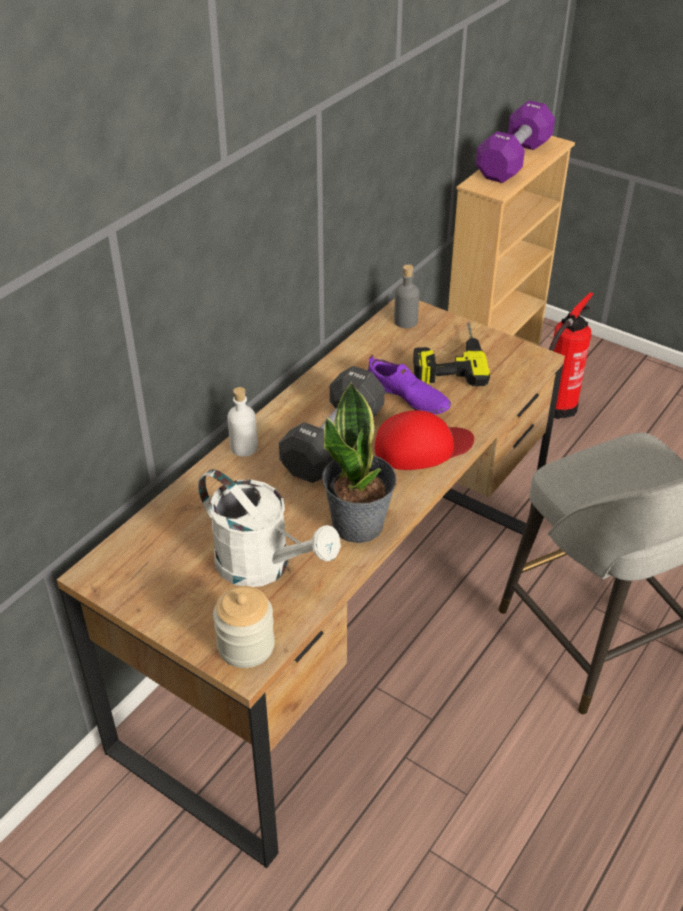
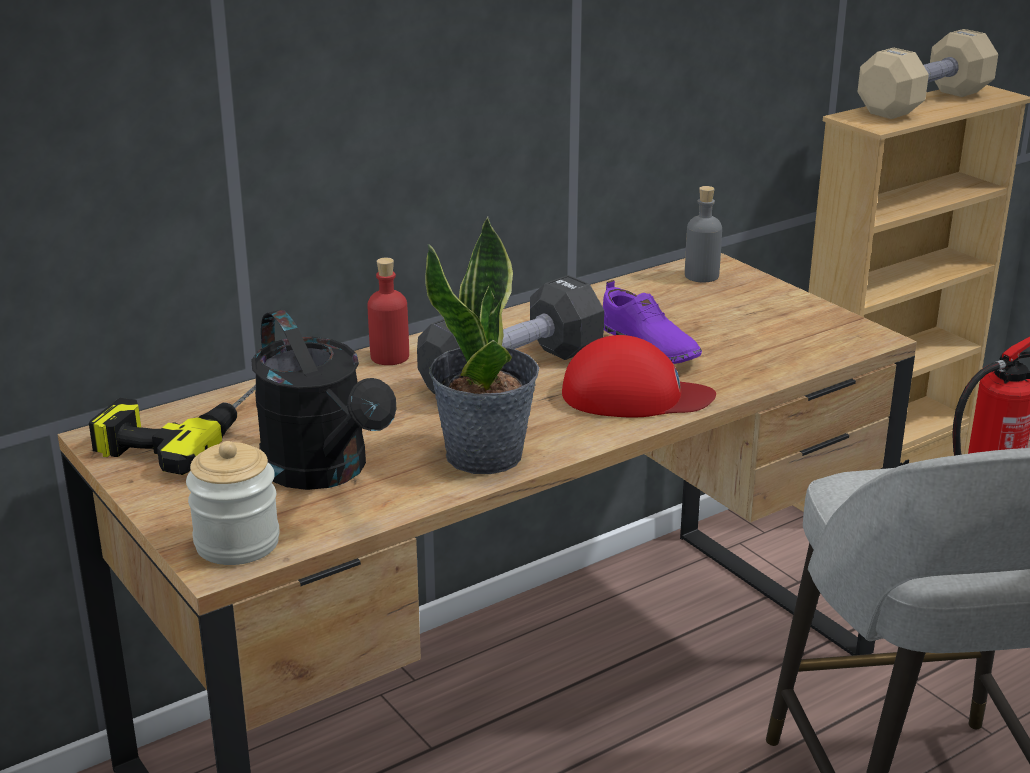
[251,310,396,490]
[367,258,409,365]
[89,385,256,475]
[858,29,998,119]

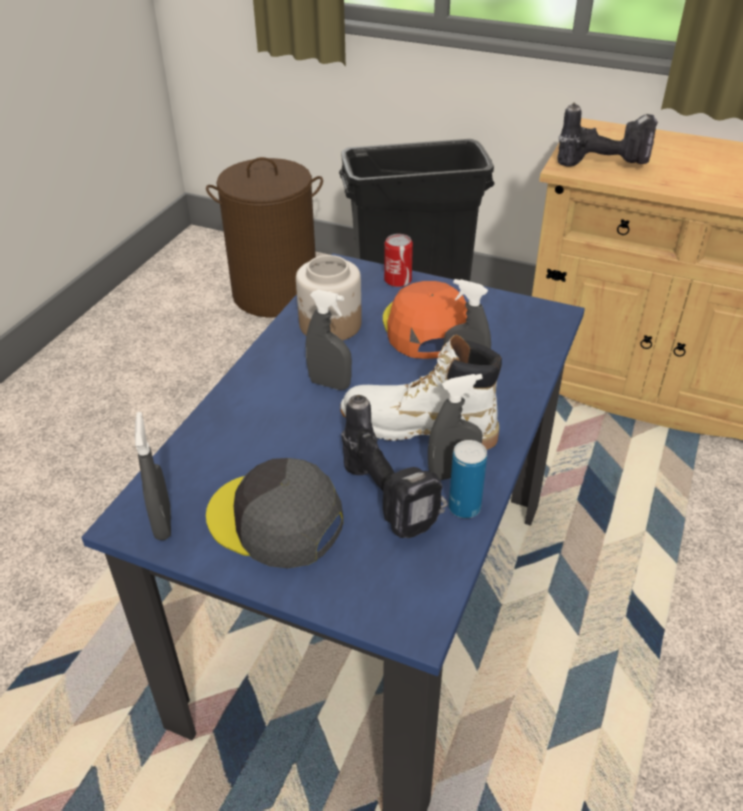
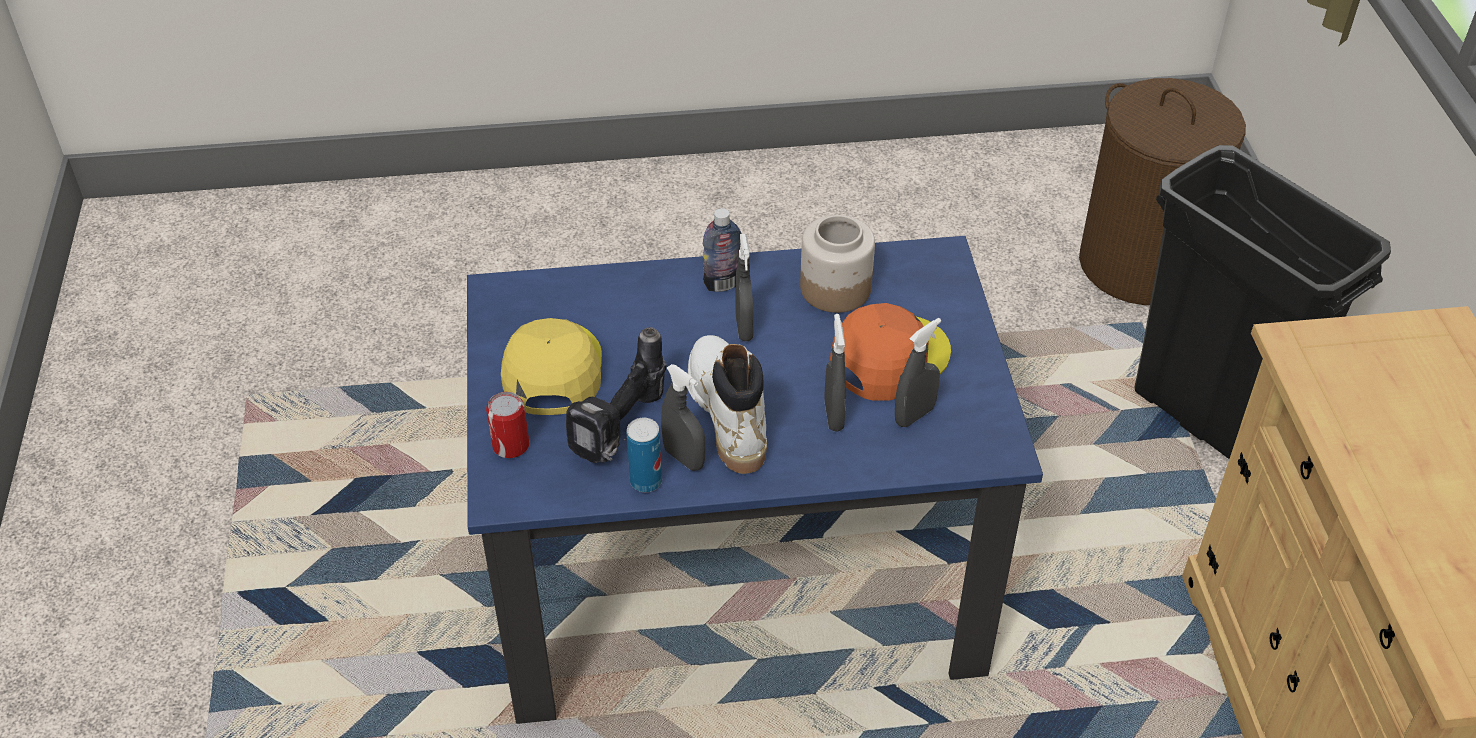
[895,318,941,427]
[501,318,602,415]
[486,392,529,458]
[557,103,658,167] (first image)
[703,208,742,292]

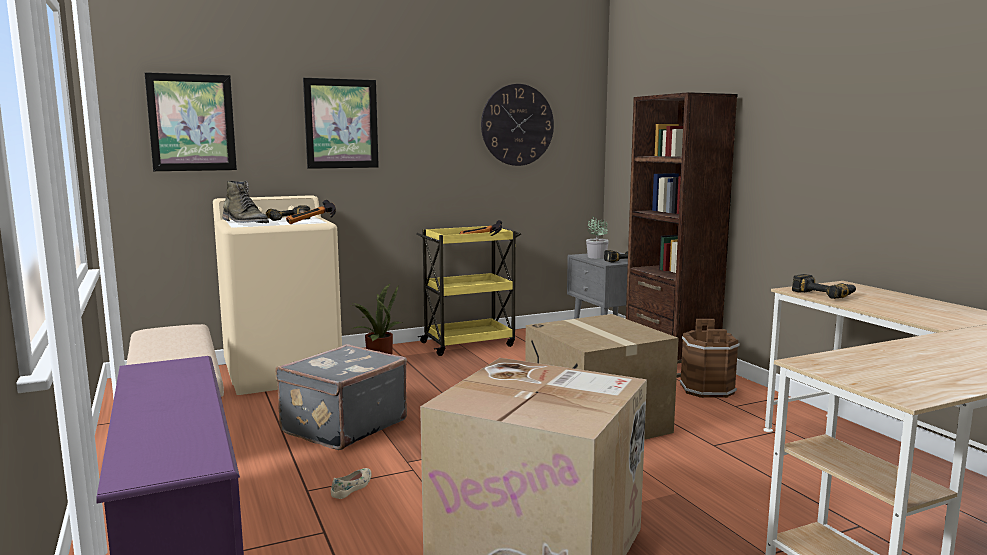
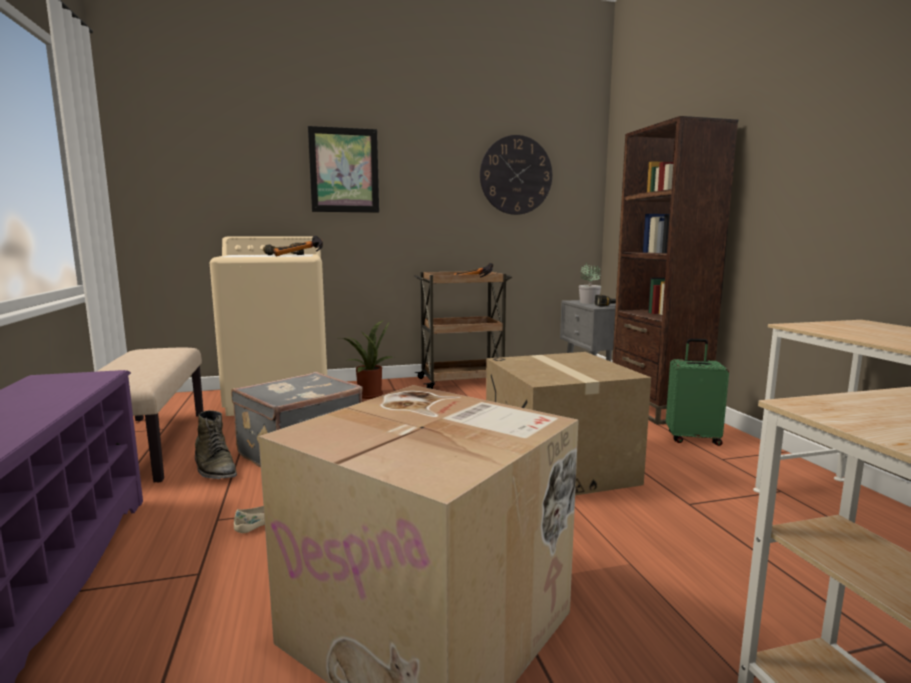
[145,72,237,171] (first image)
[195,410,237,479]
[414,271,512,389]
[666,339,729,446]
[792,274,856,299] (first image)

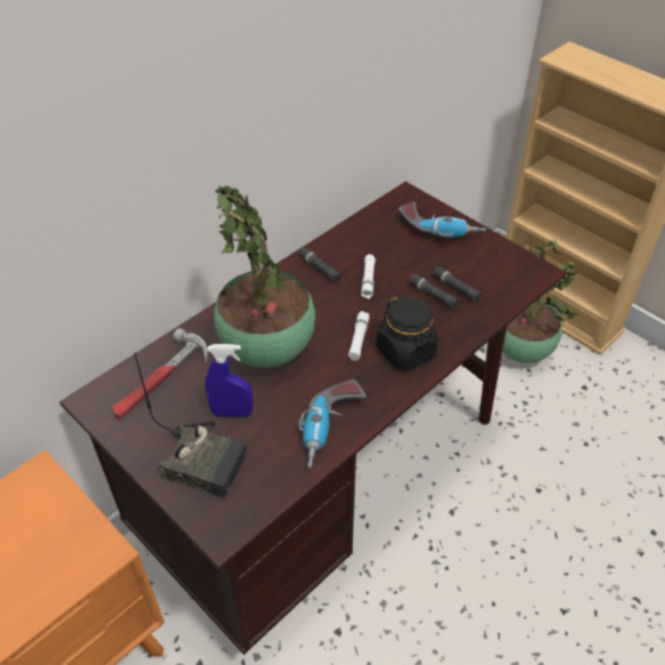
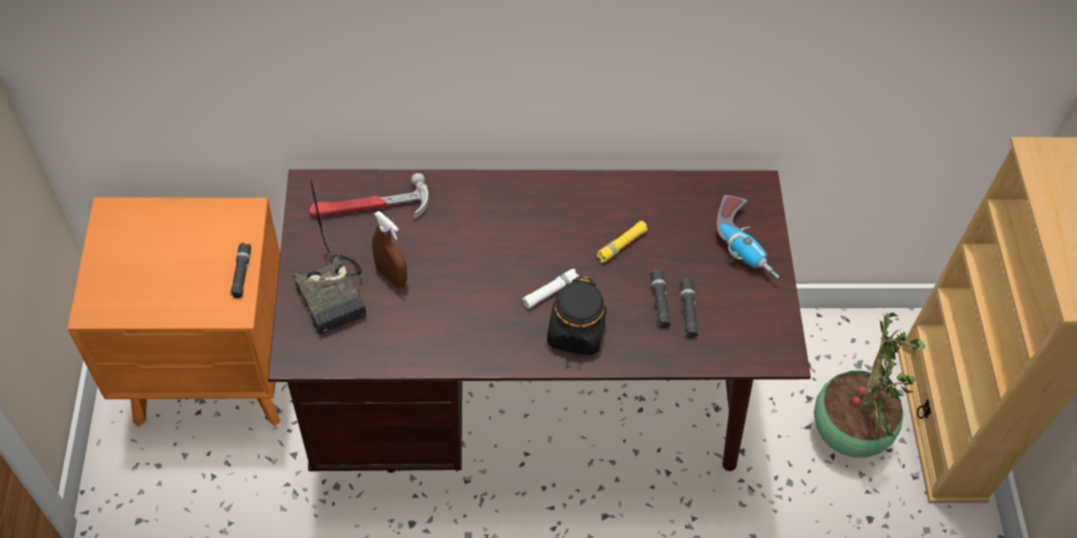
[372,211,407,287]
[214,186,316,368] (first image)
[298,380,366,468] (first image)
[230,242,251,298]
[596,221,648,263]

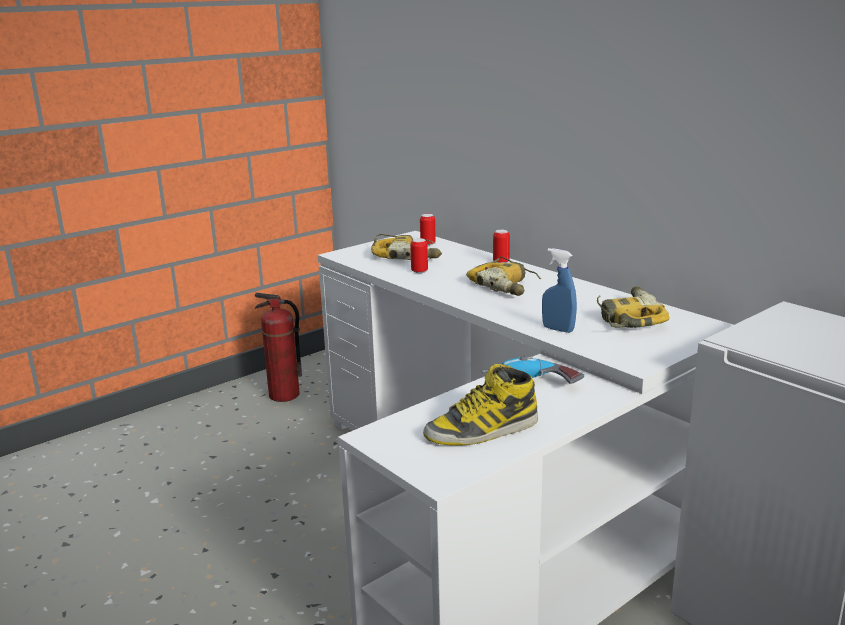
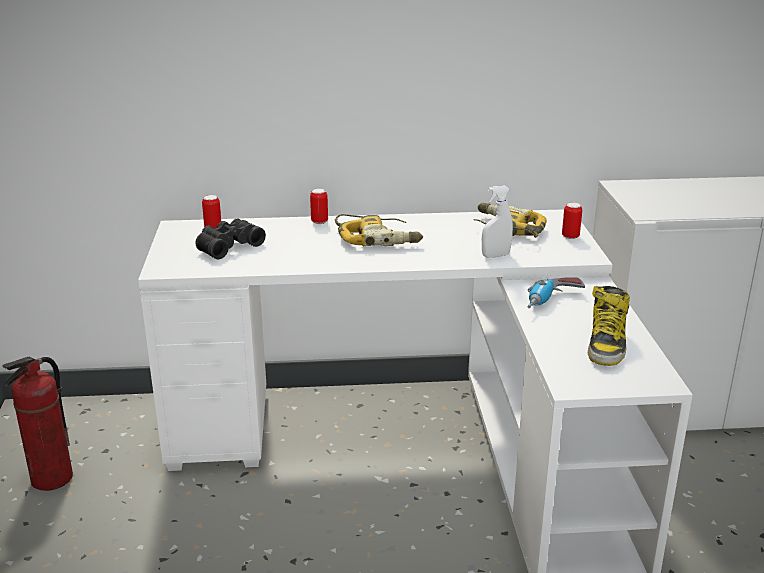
[196,219,266,259]
[562,202,582,239]
[482,185,513,258]

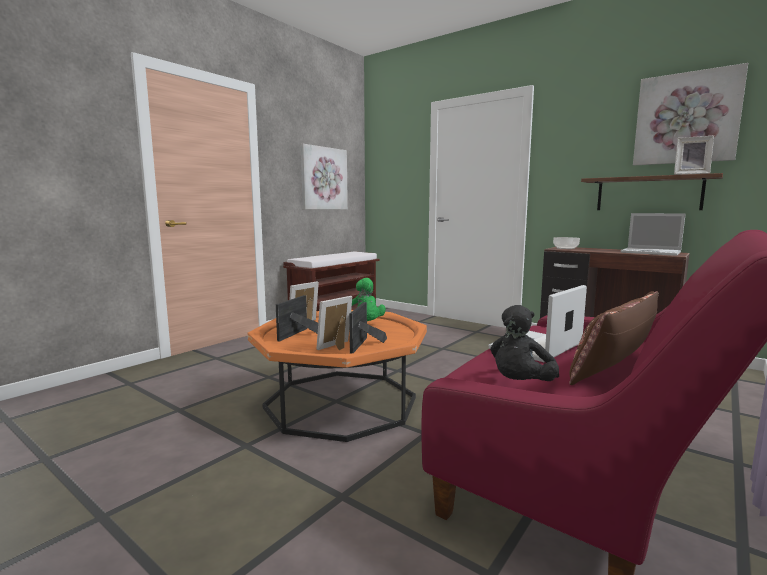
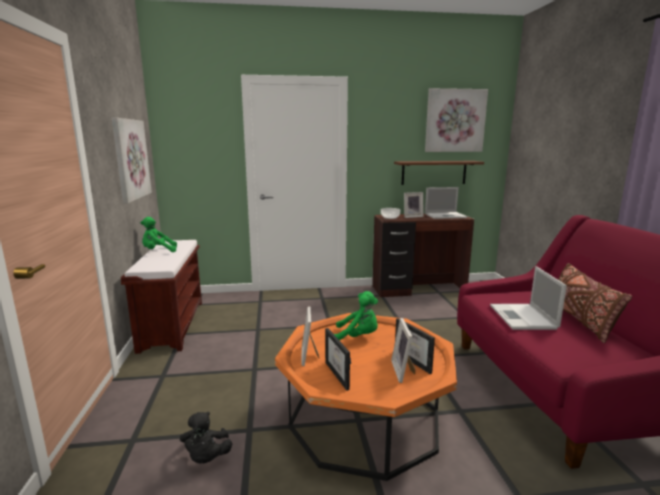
[180,412,232,463]
[404,192,424,218]
[141,217,177,252]

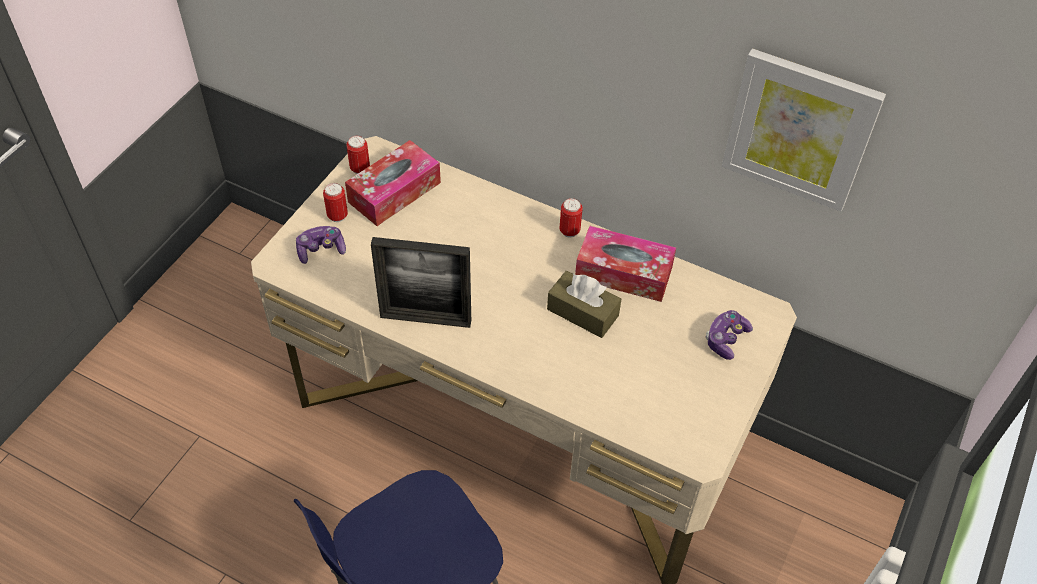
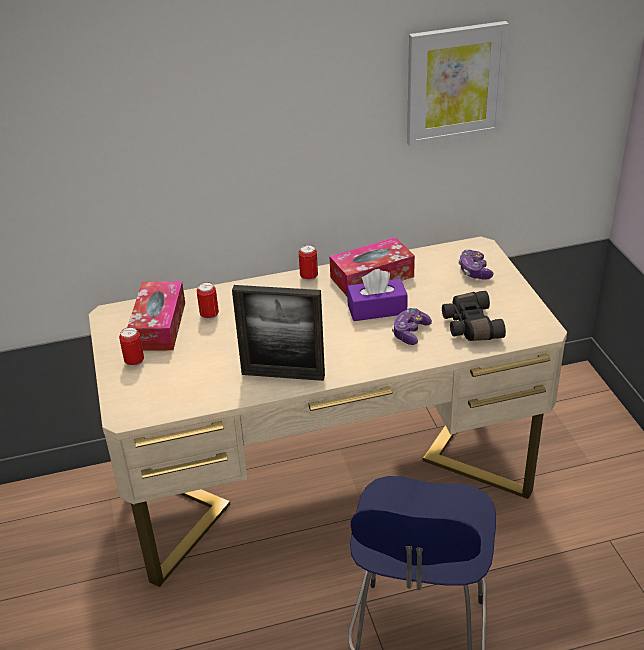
[392,308,432,345]
[197,282,219,320]
[232,285,325,381]
[347,269,408,321]
[442,291,506,341]

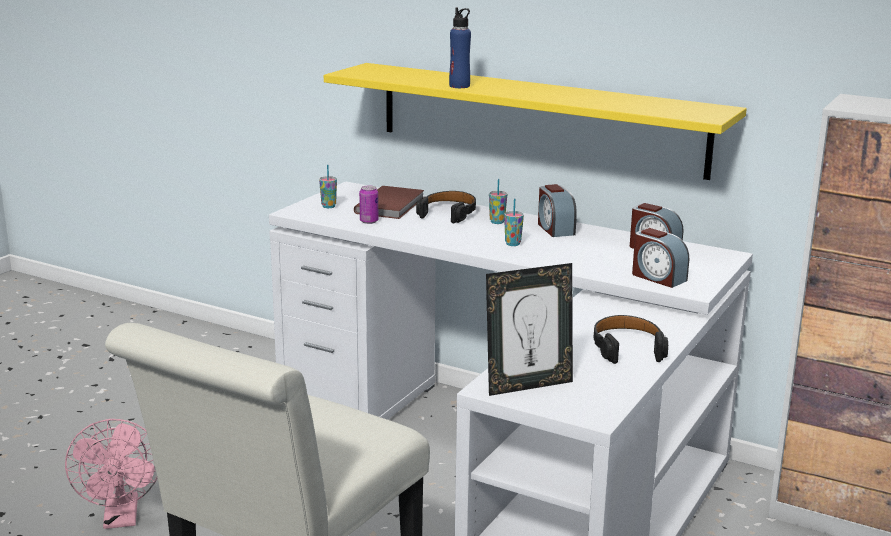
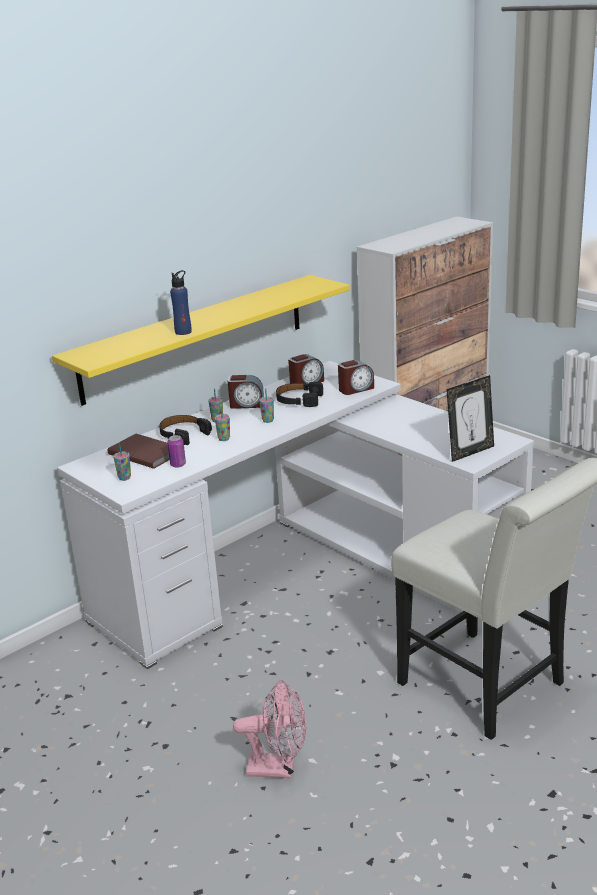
[446,375,494,462]
[276,382,323,407]
[215,406,230,441]

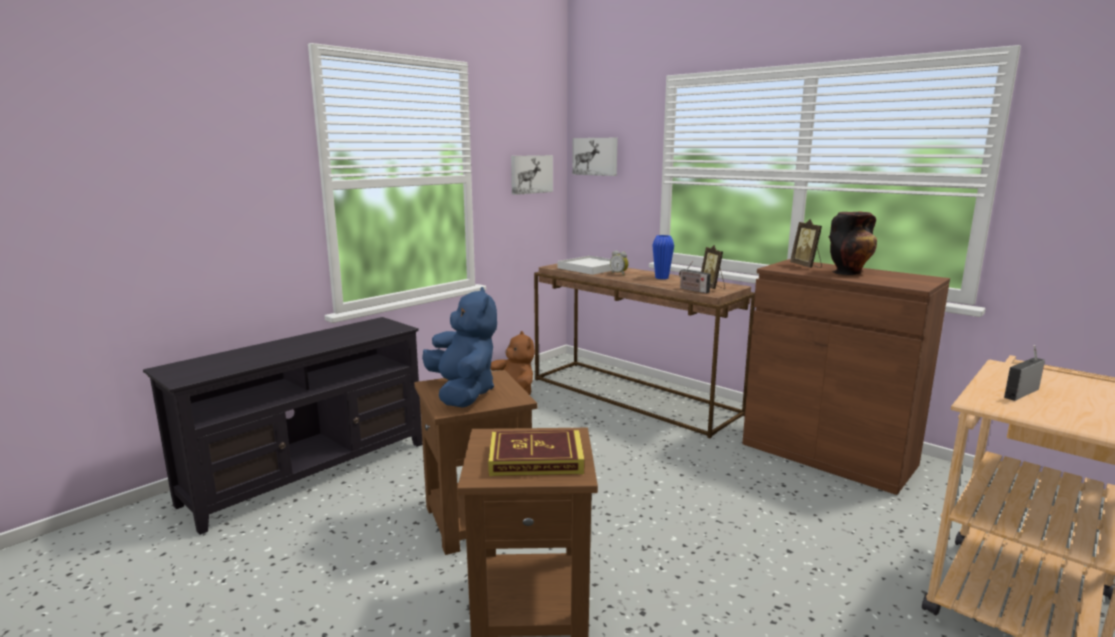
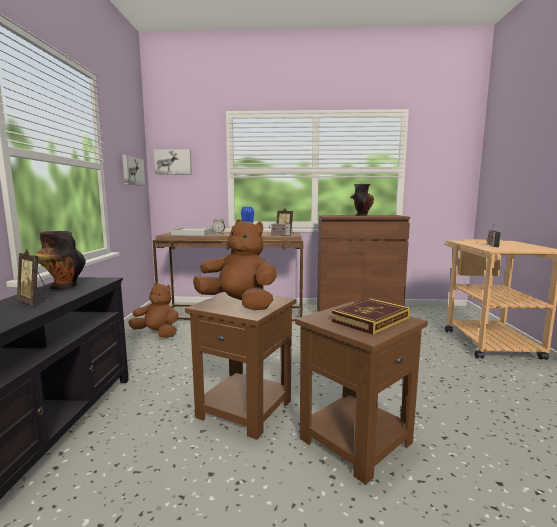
[193,219,277,310]
[17,249,52,305]
[34,231,86,290]

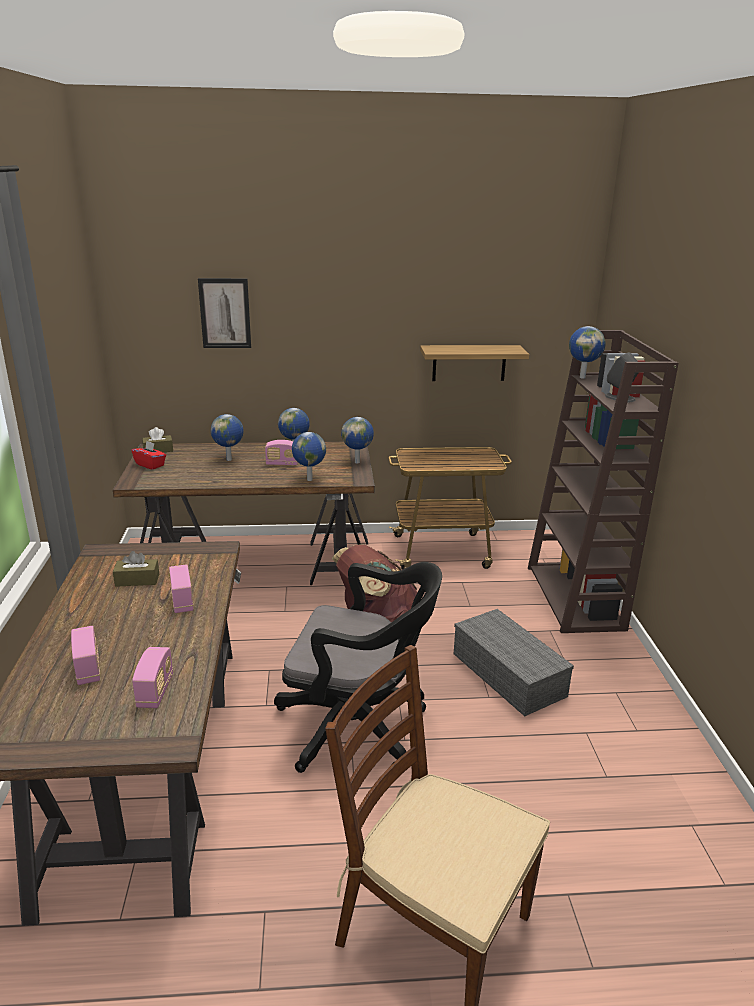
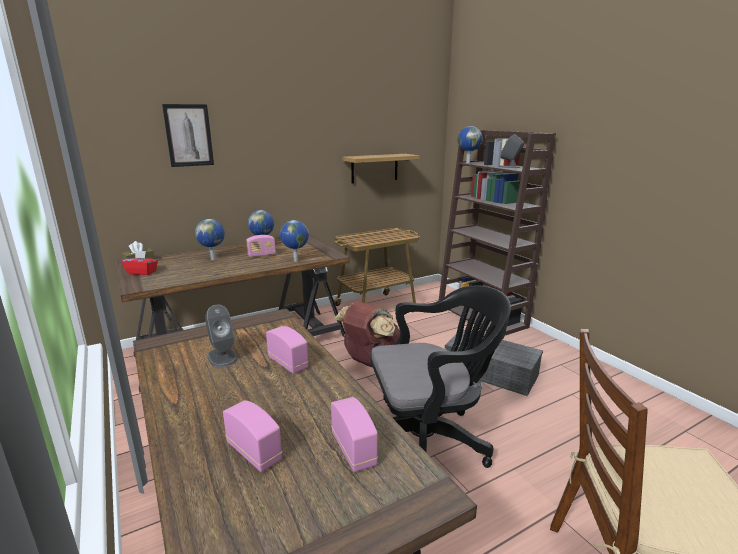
[205,305,237,367]
[341,417,374,464] (first image)

